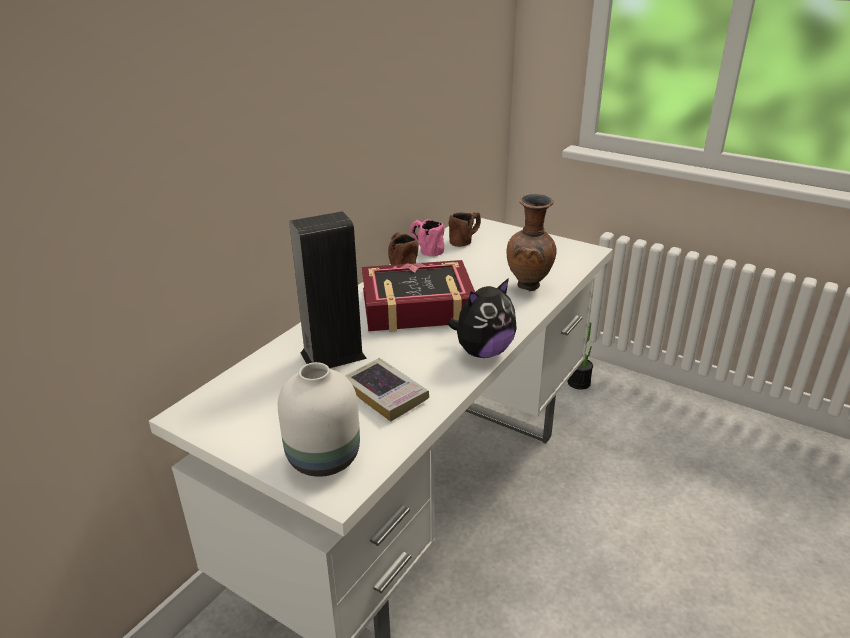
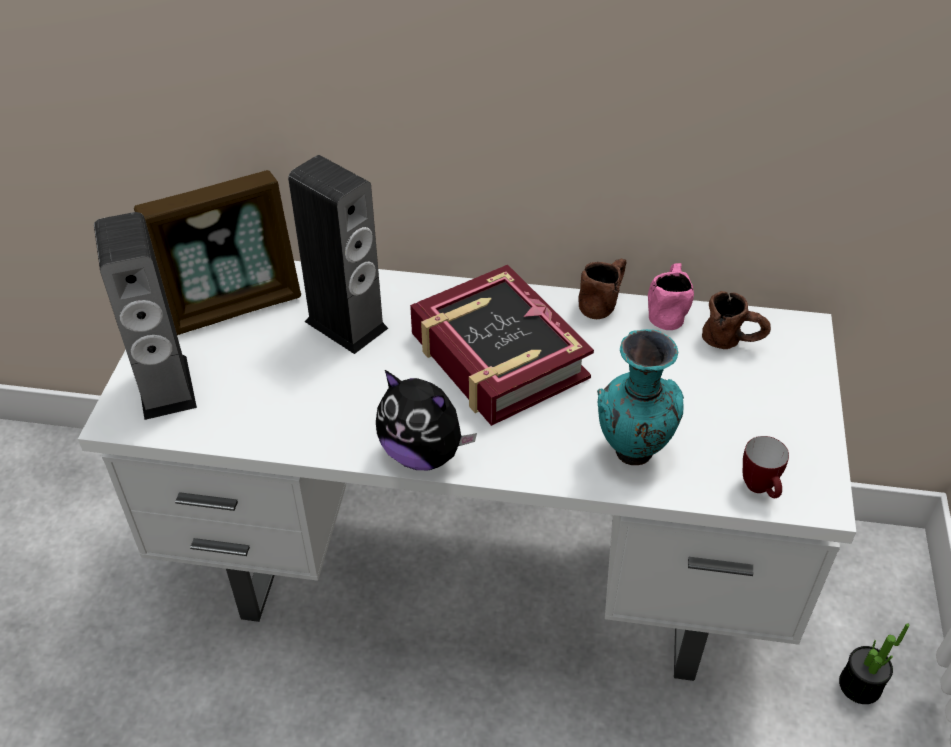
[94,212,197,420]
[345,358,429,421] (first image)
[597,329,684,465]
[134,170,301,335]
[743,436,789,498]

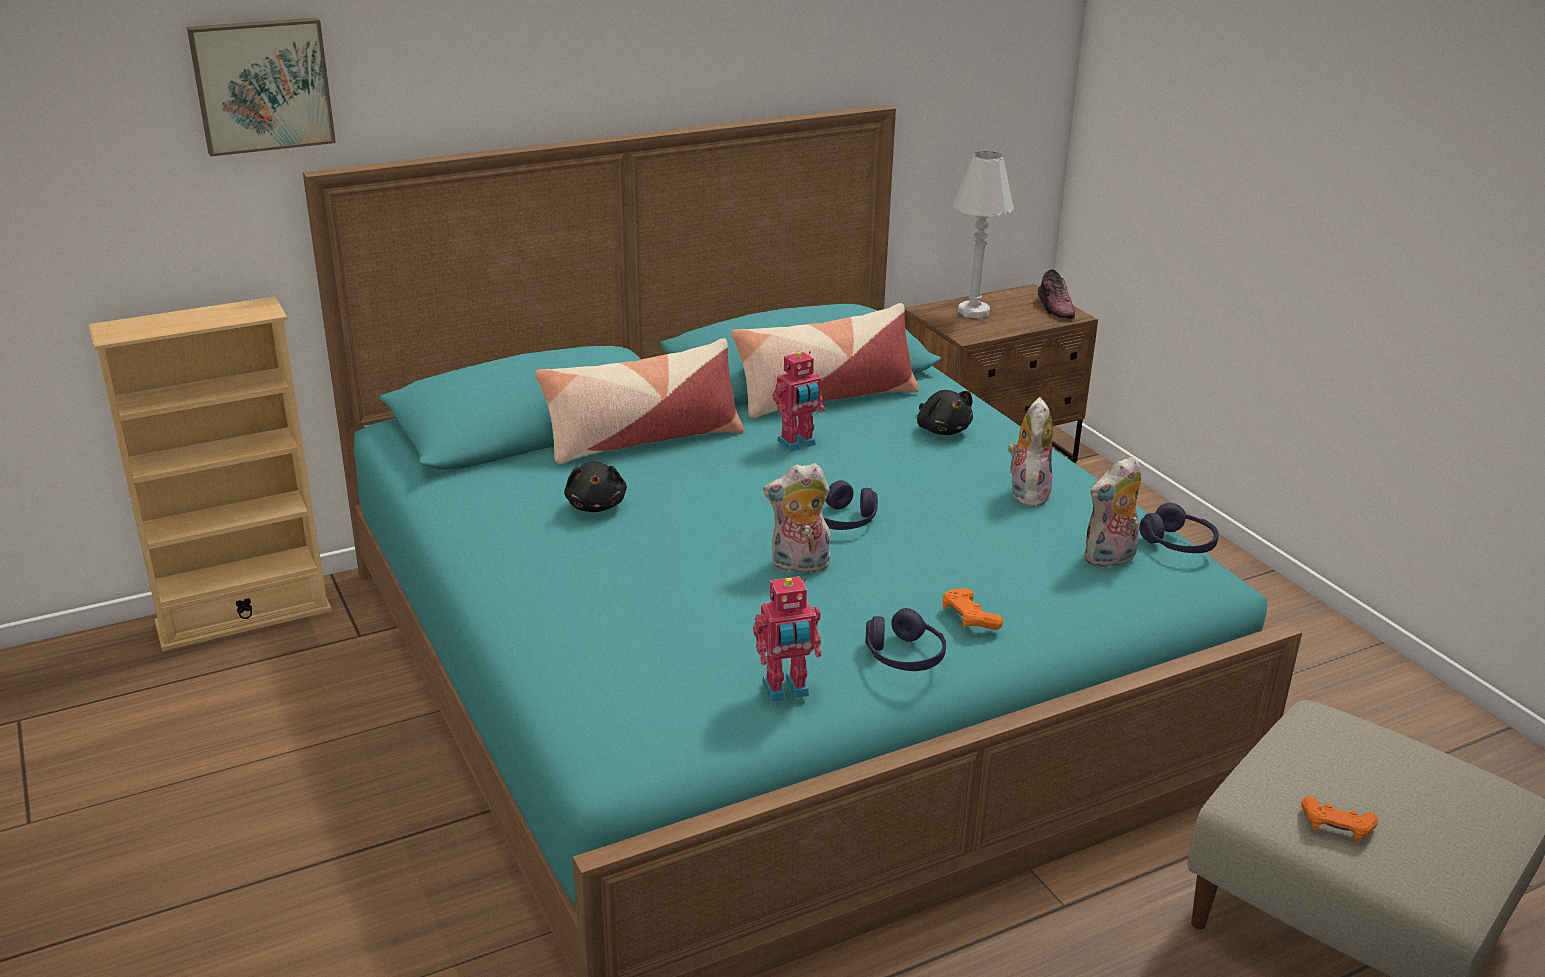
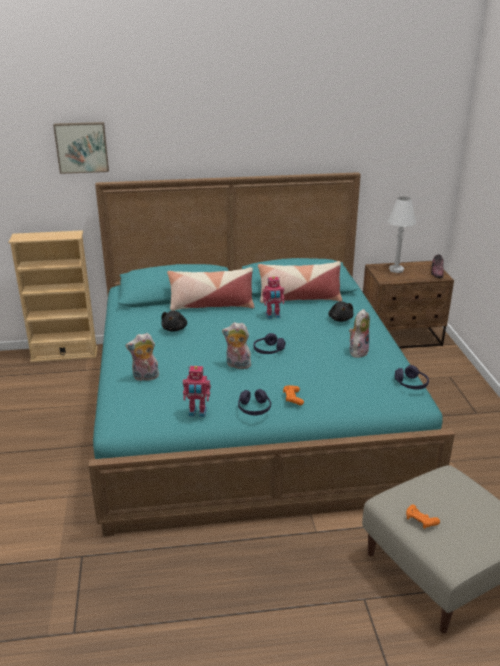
[126,333,159,381]

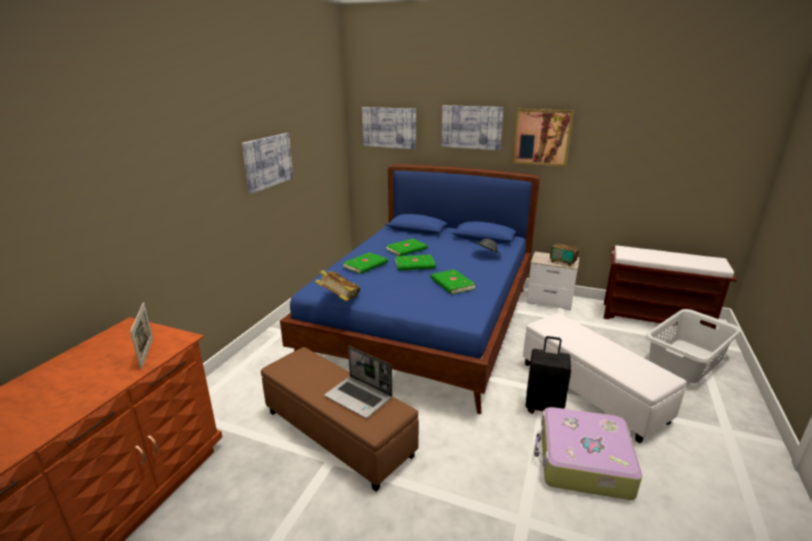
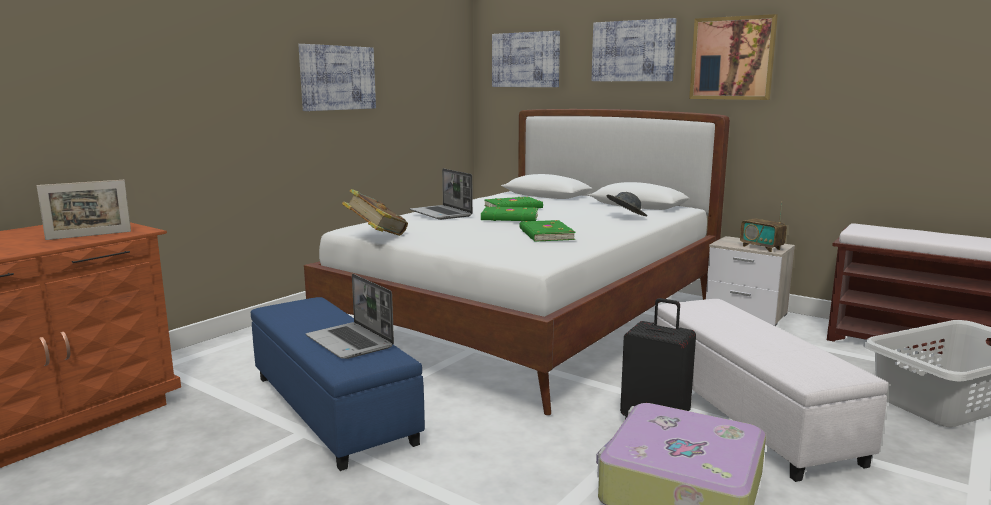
[37,180,131,240]
[251,297,425,471]
[304,109,730,415]
[410,168,473,220]

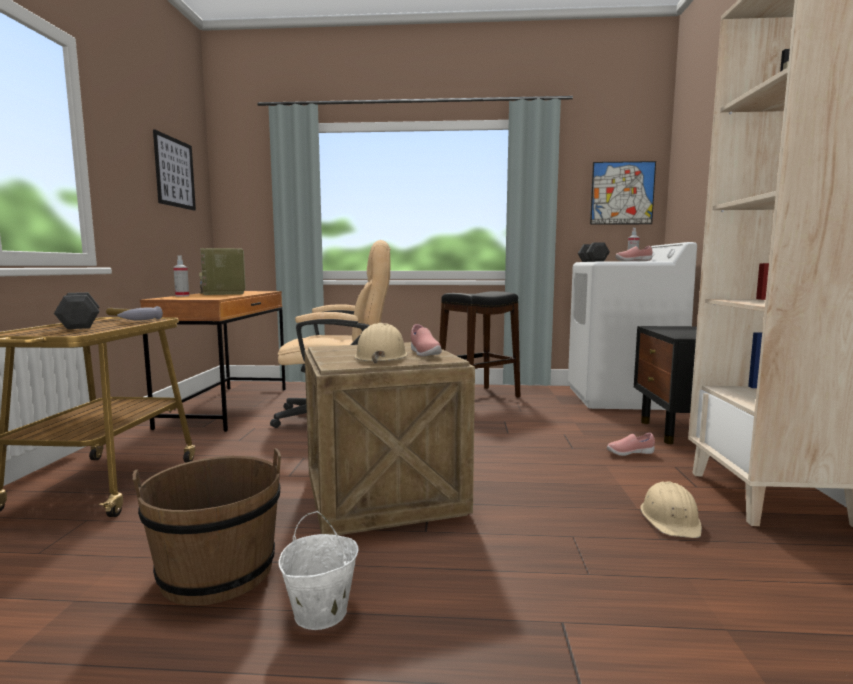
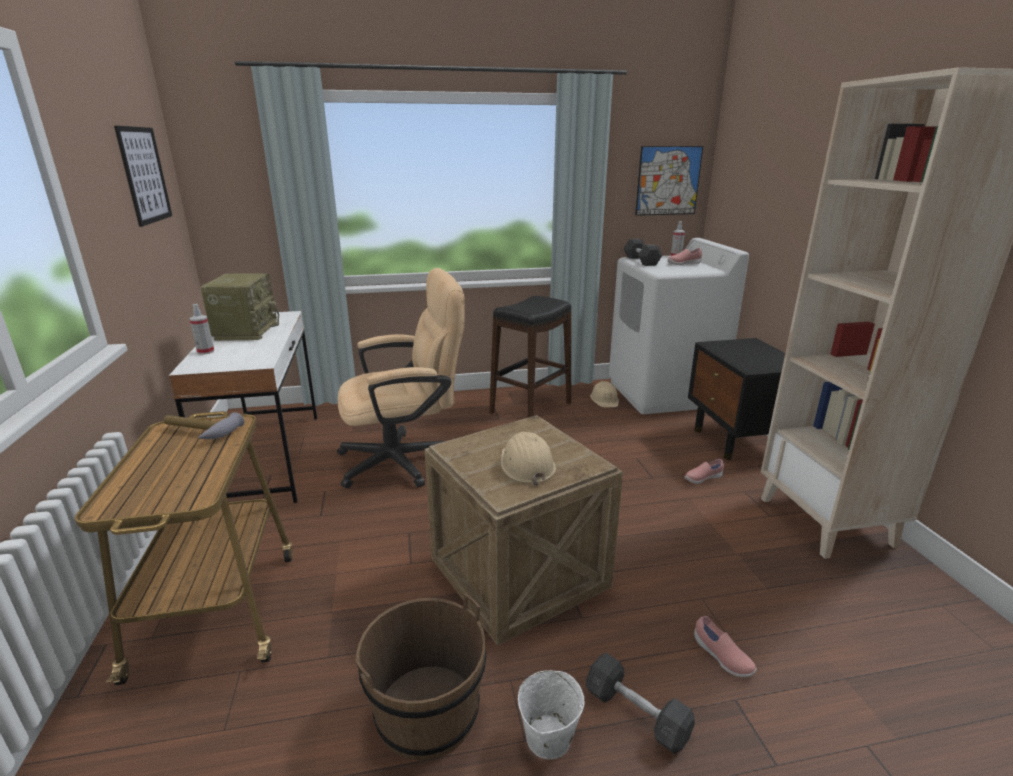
[586,652,695,754]
[169,311,317,503]
[200,273,279,341]
[694,616,757,677]
[590,381,619,407]

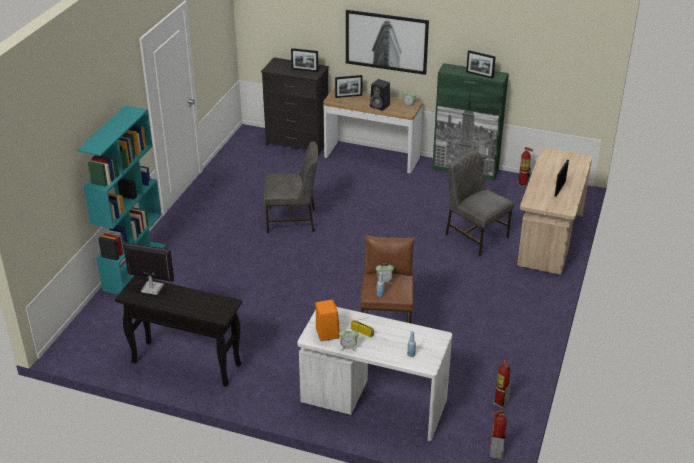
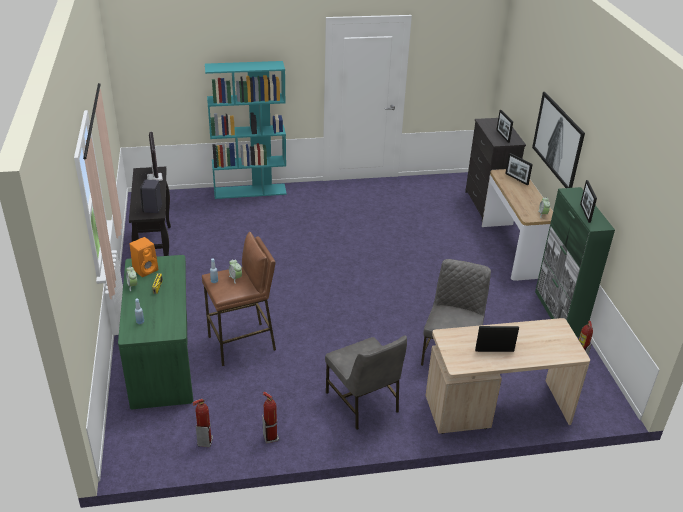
[325,336,407,430]
[118,255,193,409]
[140,180,162,213]
[262,391,279,444]

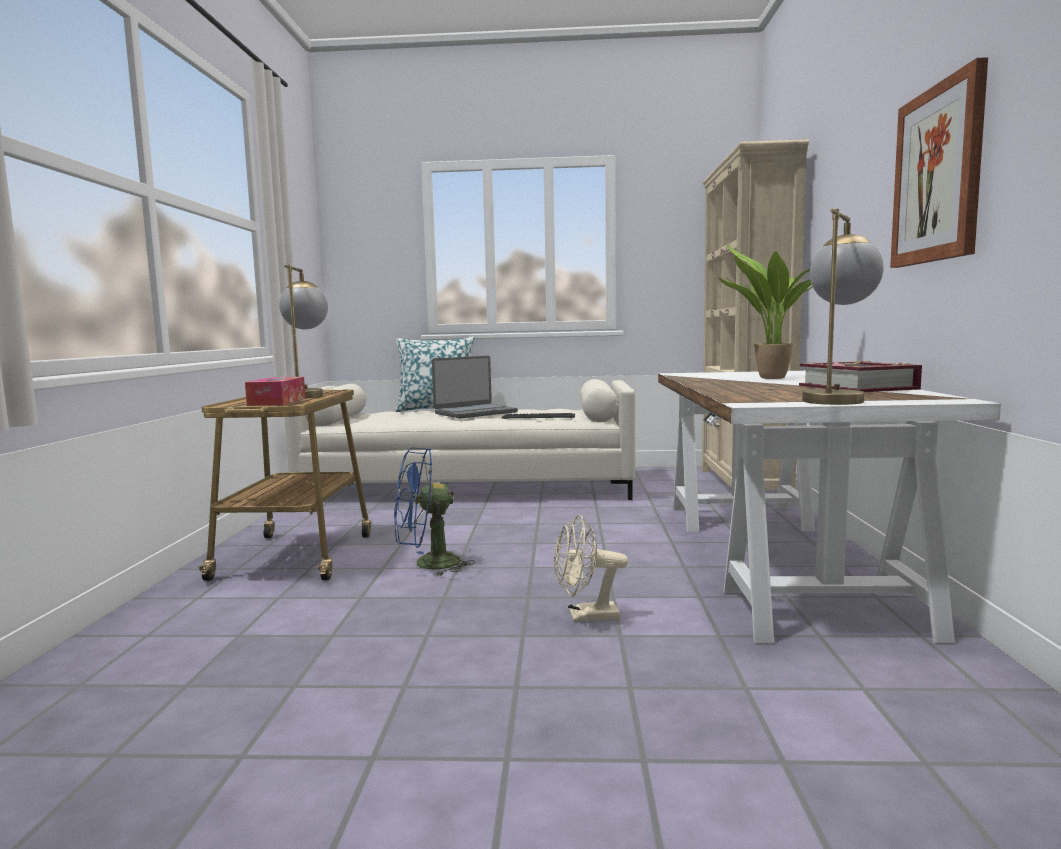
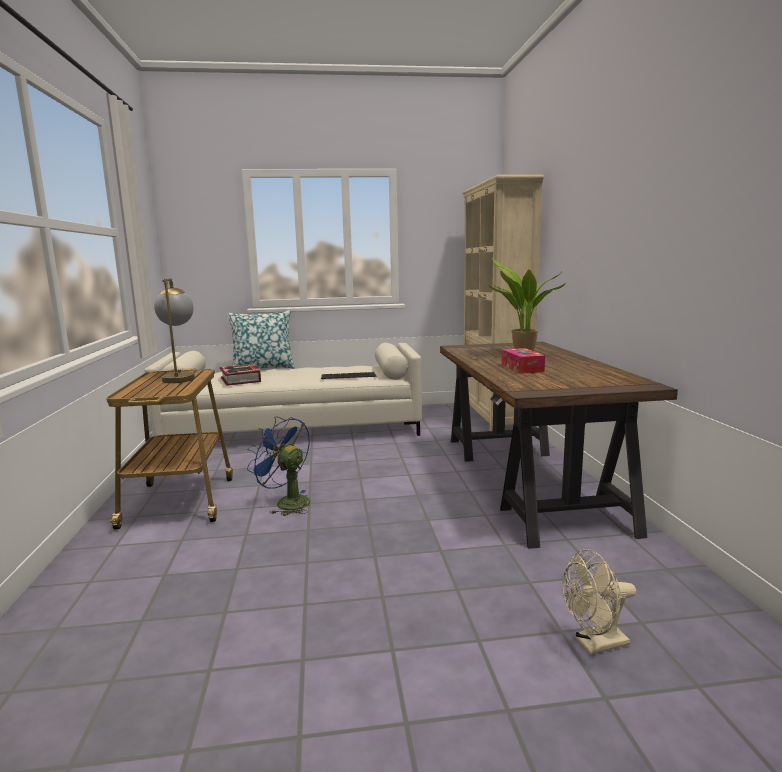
[502,348,545,374]
[247,416,310,516]
[432,356,518,418] (first image)
[562,549,636,655]
[440,342,678,549]
[220,364,261,386]
[802,208,884,405] (first image)
[890,57,988,268] (first image)

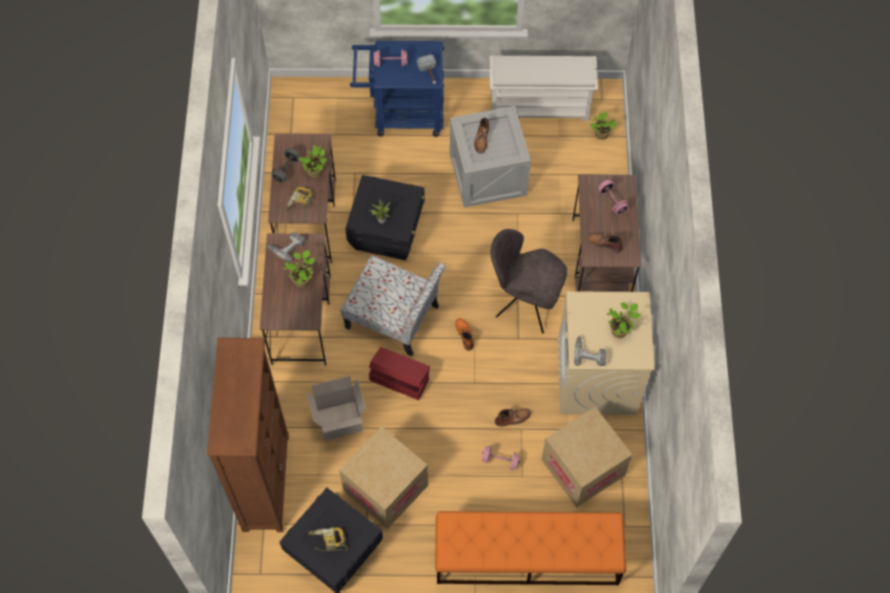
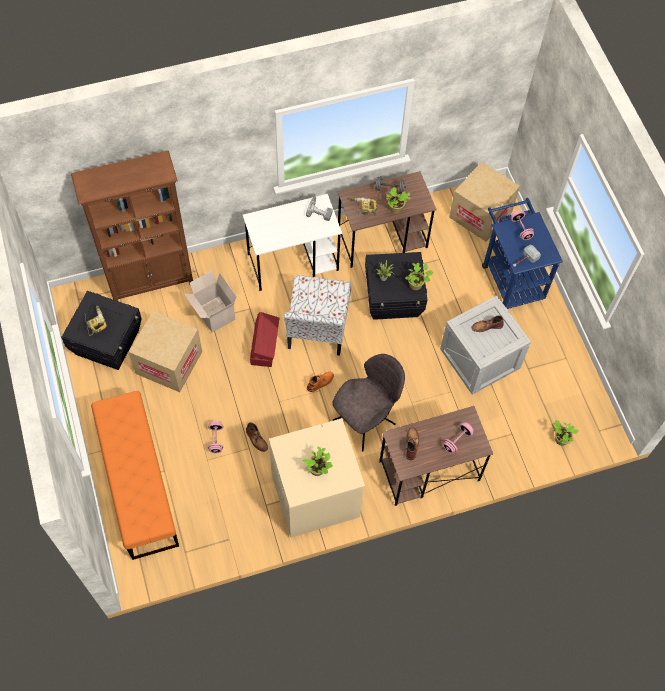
[243,194,342,291]
[405,263,434,290]
[490,56,598,121] (first image)
[332,354,405,452]
[449,162,520,242]
[574,336,606,366] (first image)

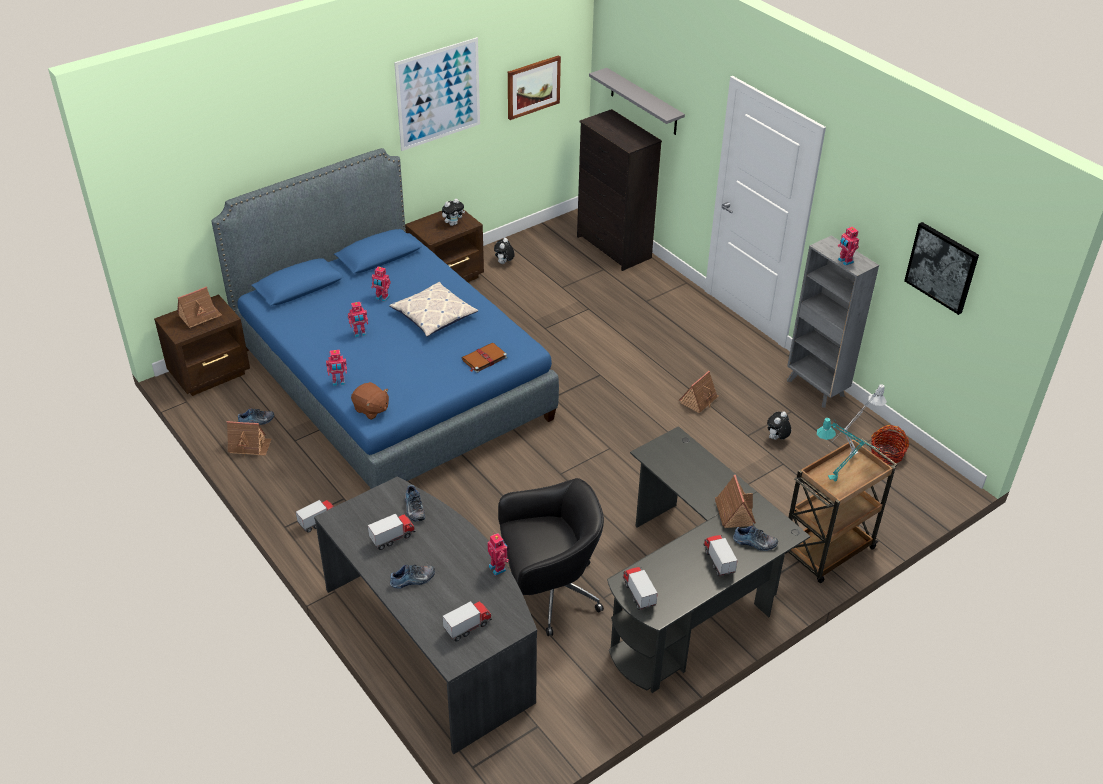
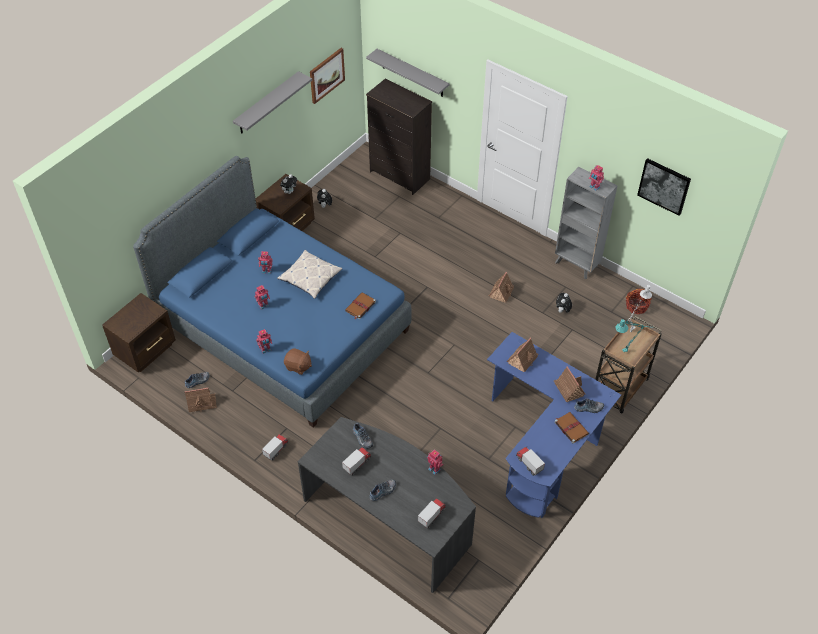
[507,338,539,372]
[233,71,312,134]
[498,478,604,636] (first image)
[487,332,621,518]
[554,412,589,444]

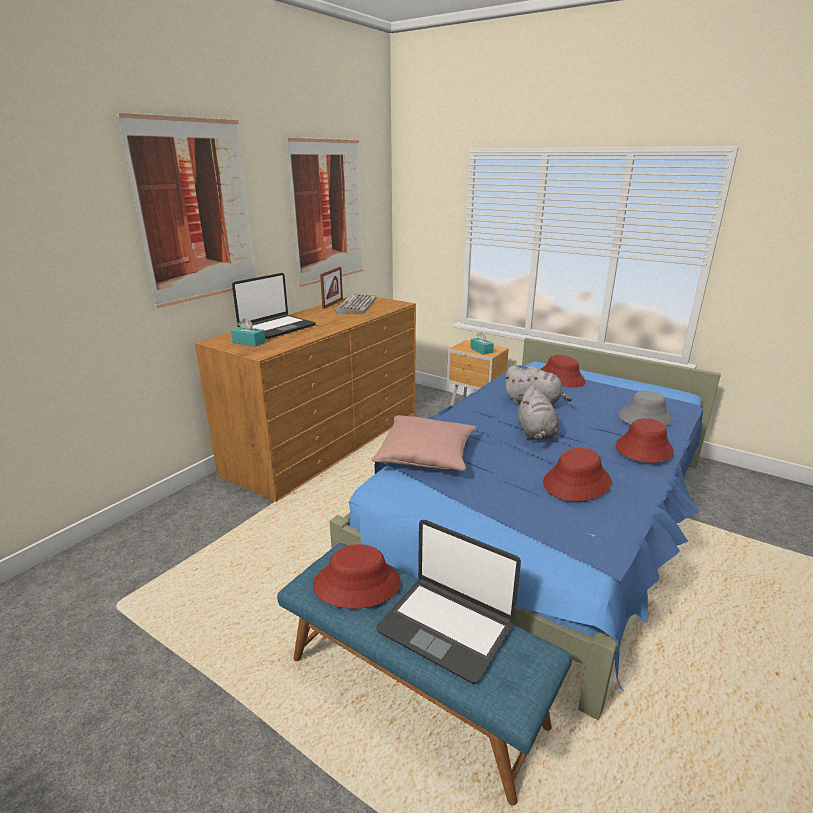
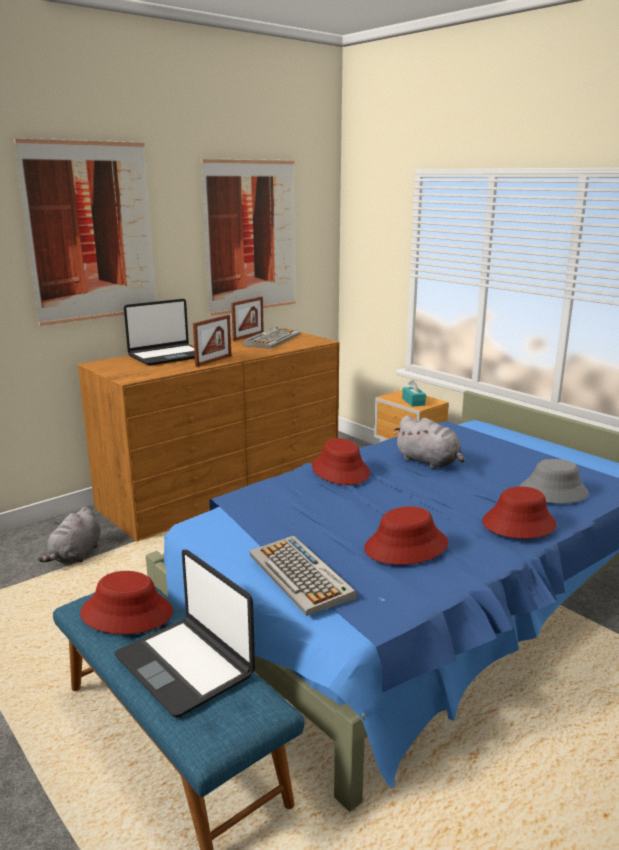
[231,318,266,347] (first image)
[371,415,477,471] (first image)
[38,507,101,563]
[312,438,370,485]
[193,315,231,367]
[249,535,357,616]

